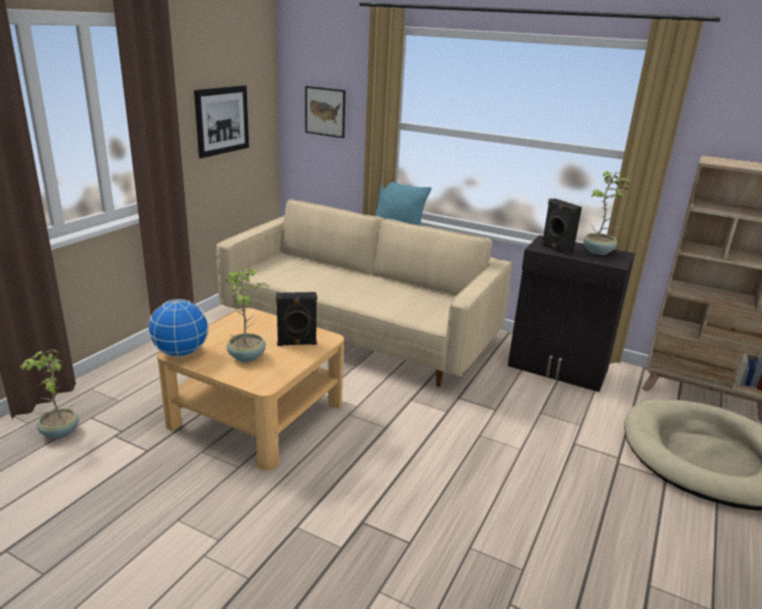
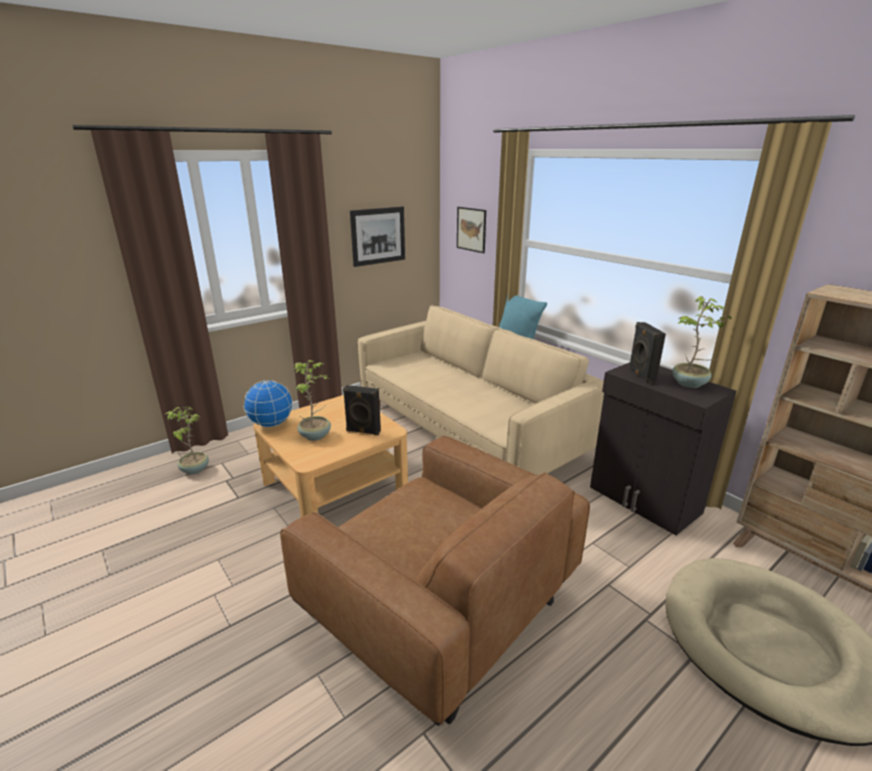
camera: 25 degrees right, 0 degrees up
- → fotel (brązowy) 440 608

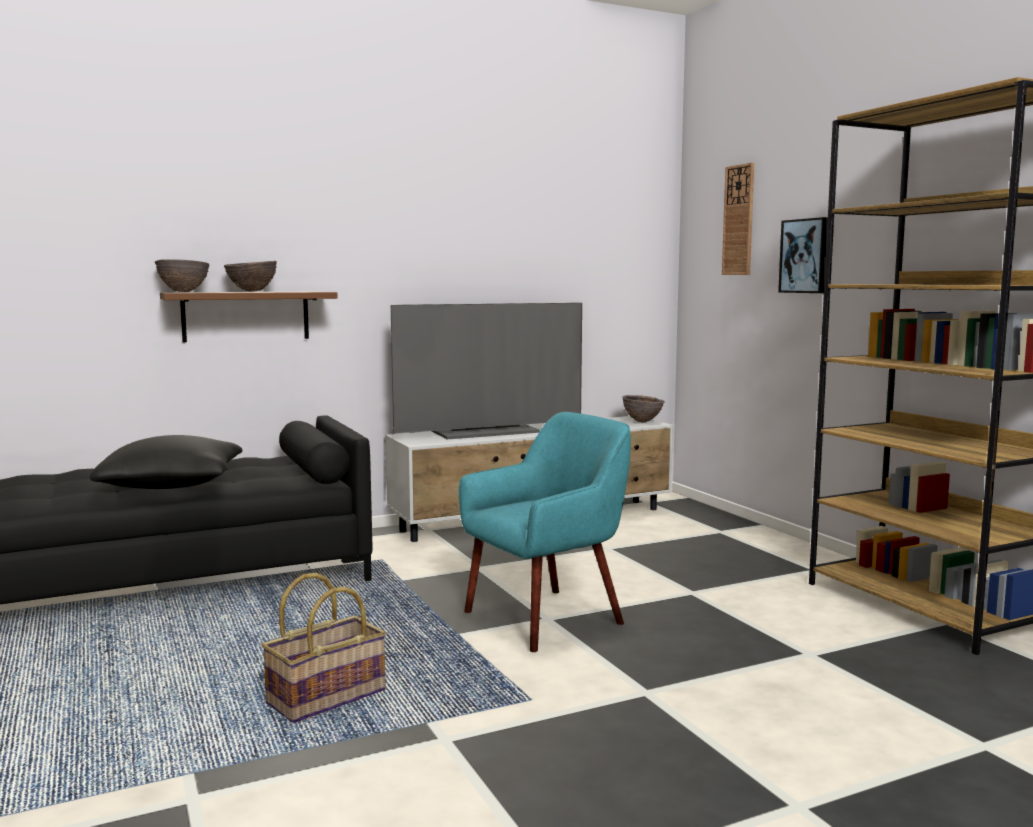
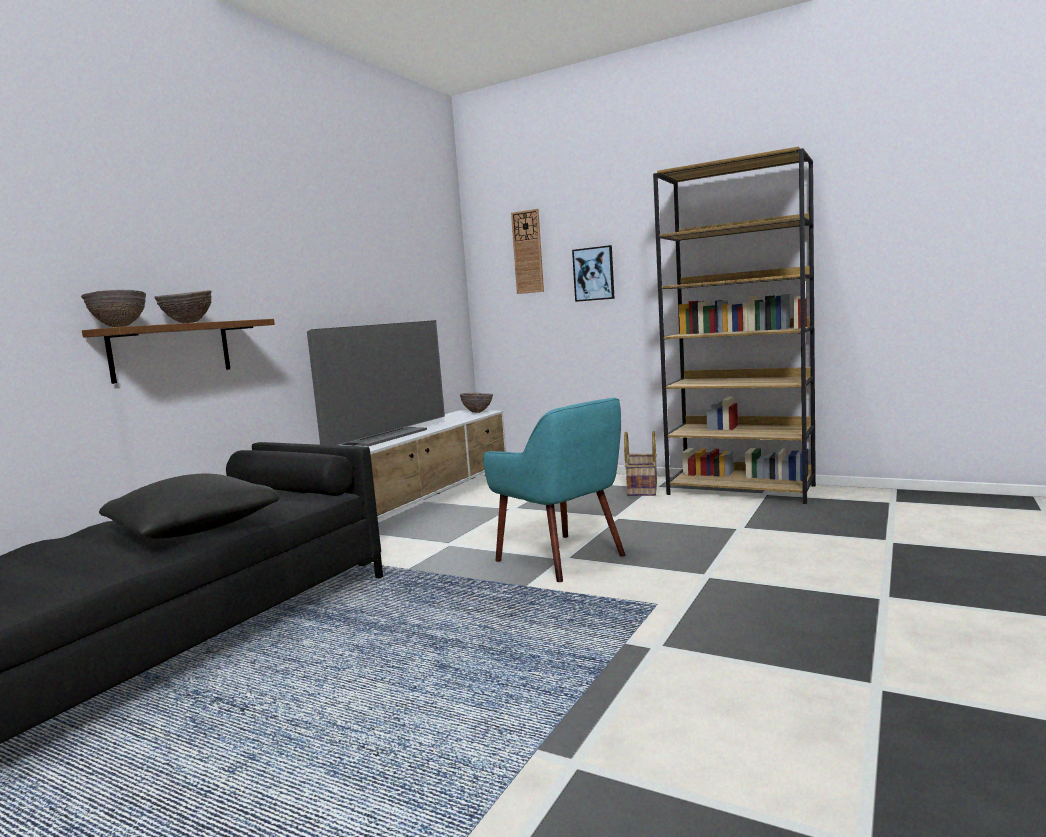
camera: 35 degrees left, 0 degrees up
koszyk 326 696 → koszyk 641 489, shifted
fotel (turkusowy) 546 617 → fotel (turkusowy) 562 558, 120 degrees clockwise

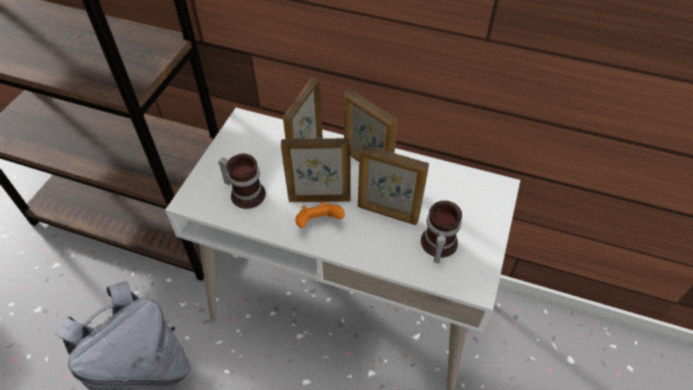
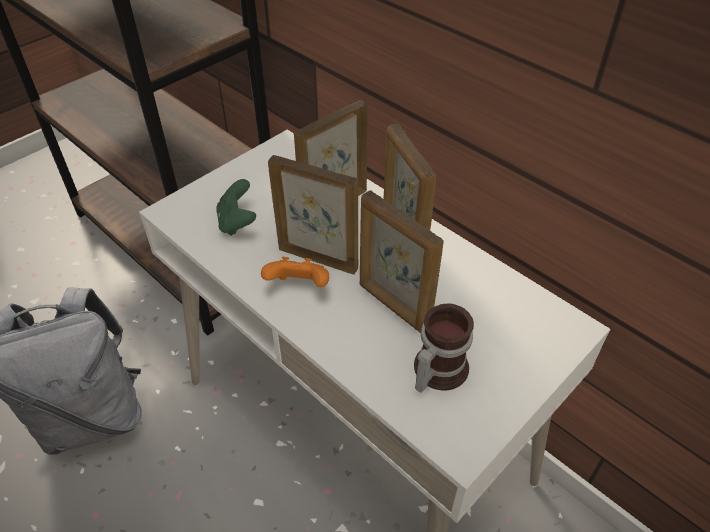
camera: 25 degrees right, 5 degrees down
kubek 246 192 → pad do gier (zielony) 237 222

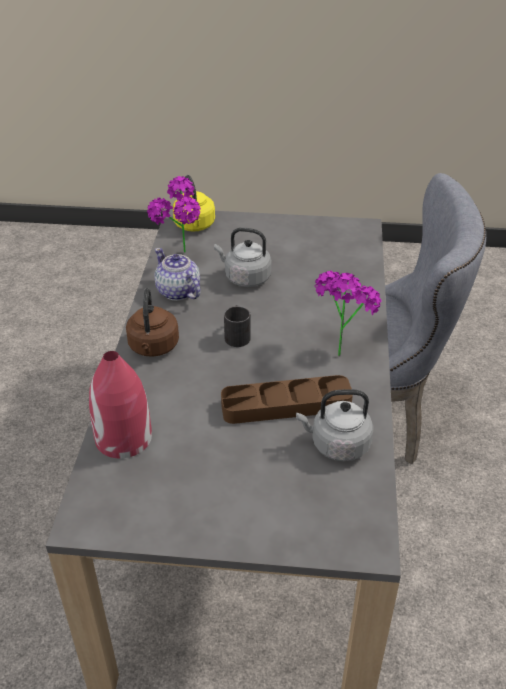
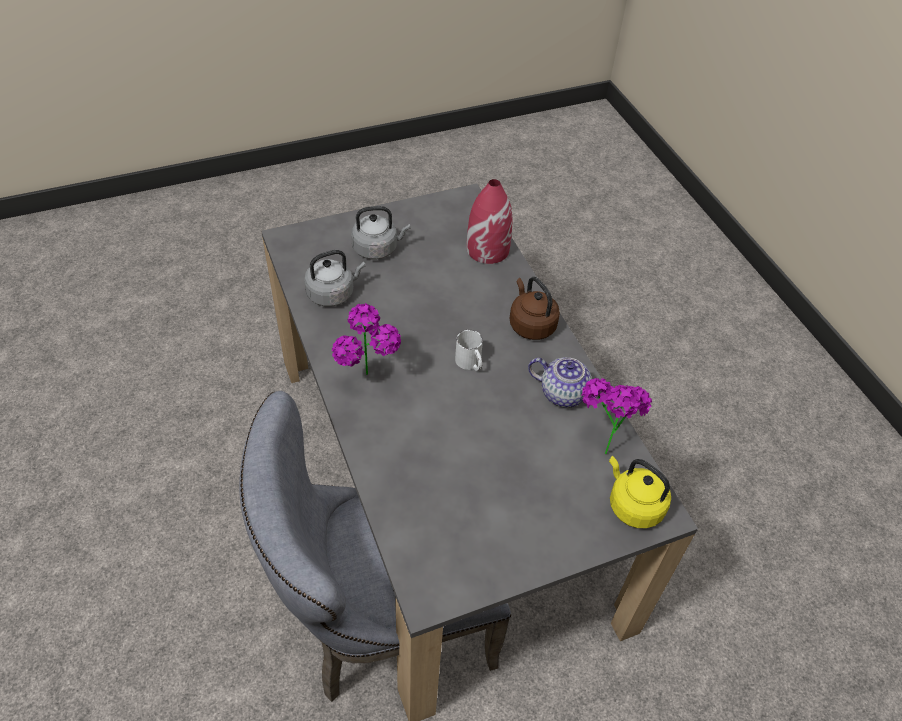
camera: 150 degrees right, 10 degrees up
czajnik (szary) 245 278 → czajnik (szary) 377 248, shifted
taca (brązowy) 286 405 → -
kubek (czarny) 237 335 → kubek (biały) 470 363

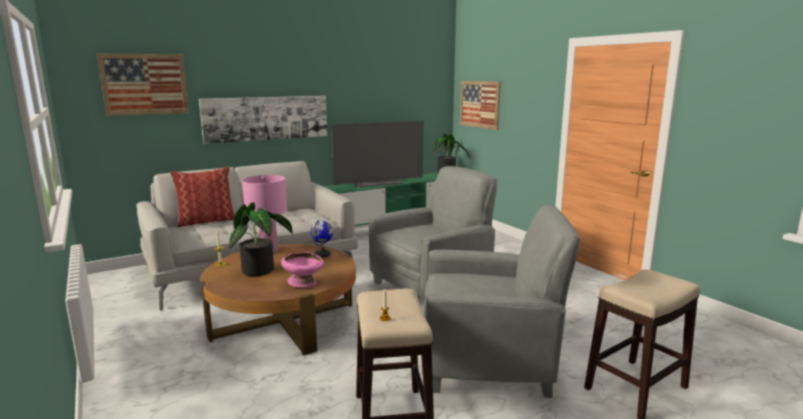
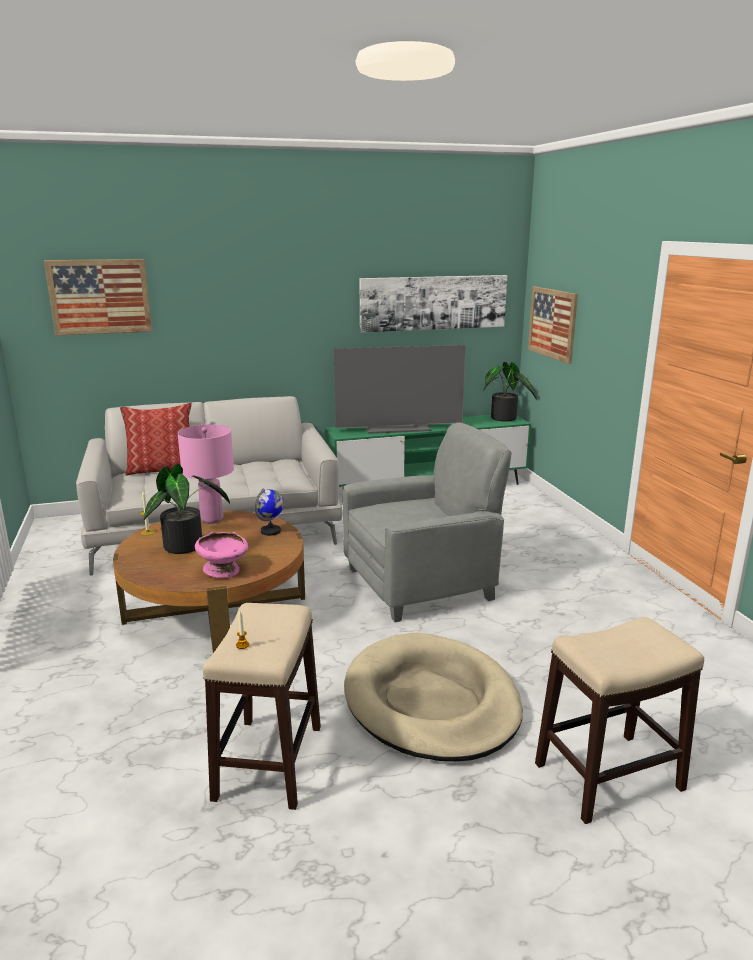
camera: 15 degrees right, 5 degrees up
obraz 267 118 → obraz 433 303, shifted
fotel (szary) 488 360 → legowisko (beżowy) 431 702

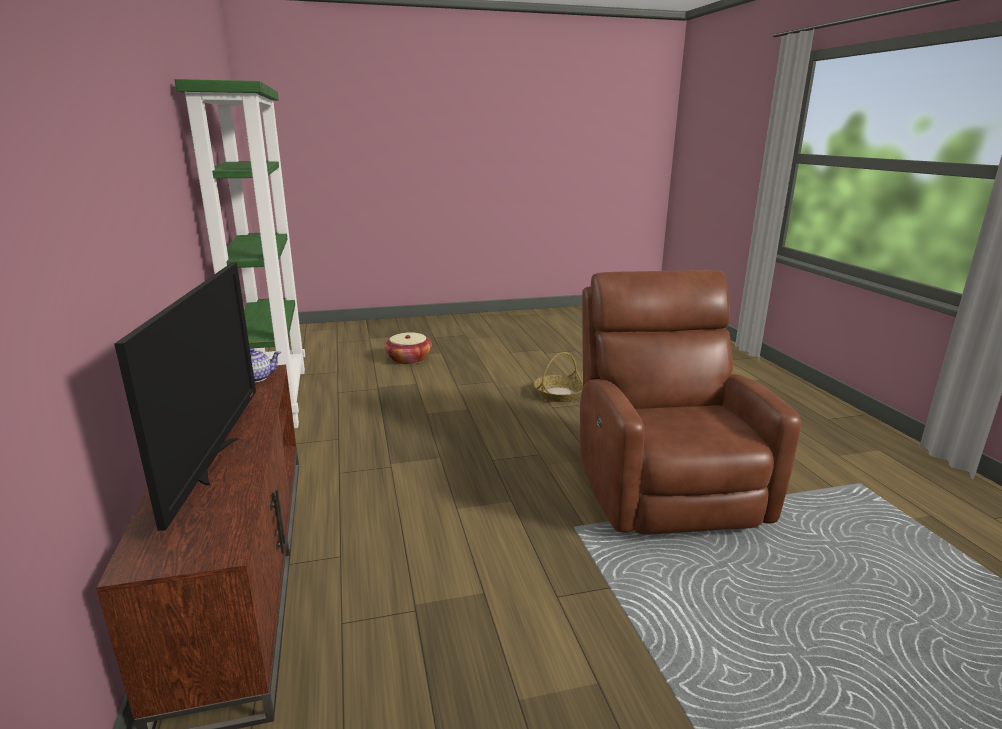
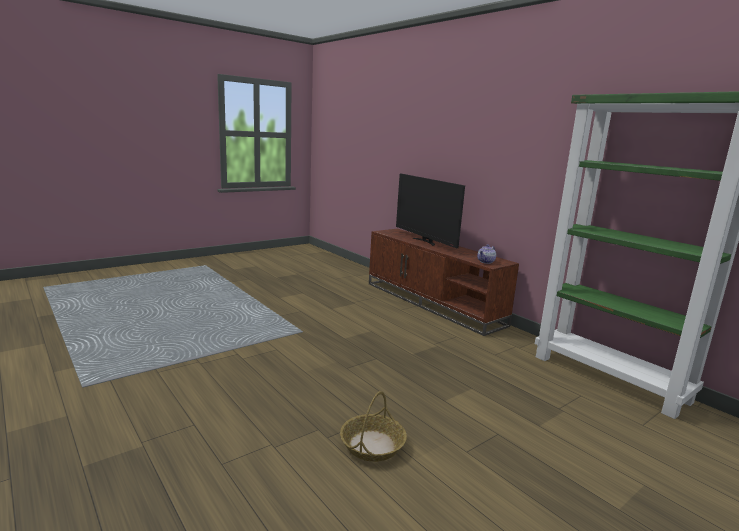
camera: 155 degrees right, 5 degrees down
koszyk 409 359 → -
fotel (brązowy) 664 487 → -

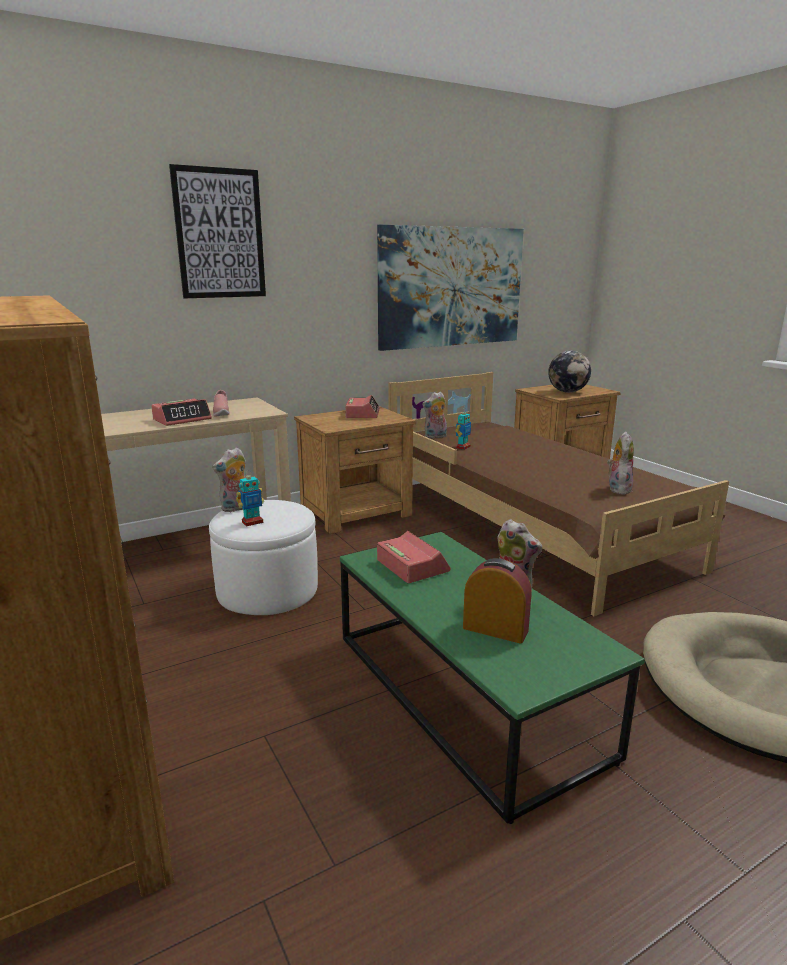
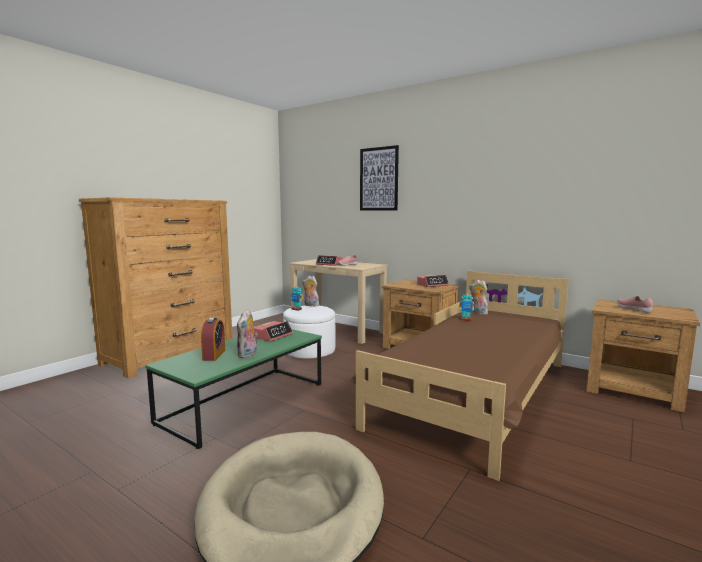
camera: 65 degrees right, 10 degrees down
obraz 451 287 → -
globus 567 392 → but (różowy) 633 309
pluszak 617 489 → -

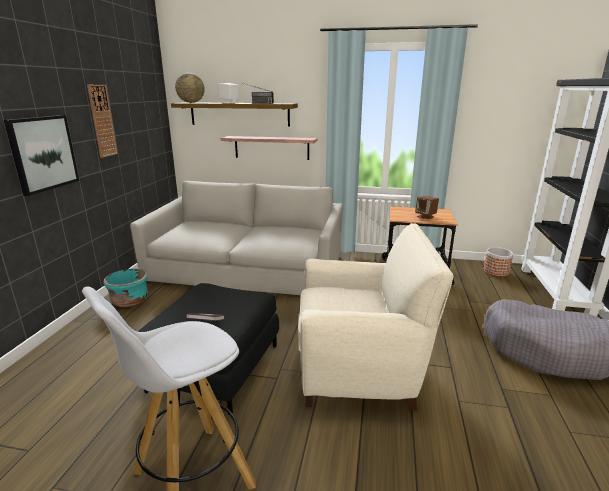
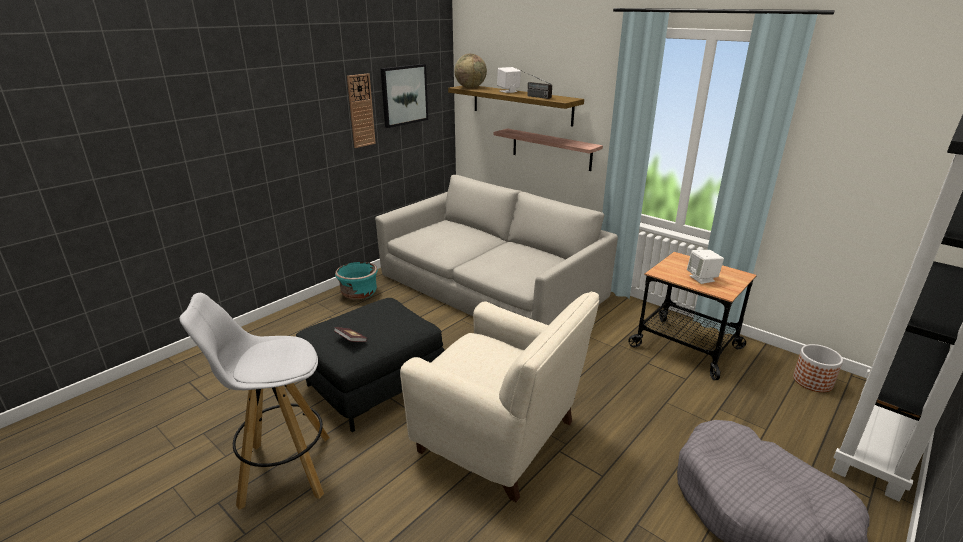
camera: 30 degrees right, 5 degrees up
obraz 43 153 → obraz 404 95, shifted
głośnik (brązowy) 426 216 → głośnik (biały) 702 278

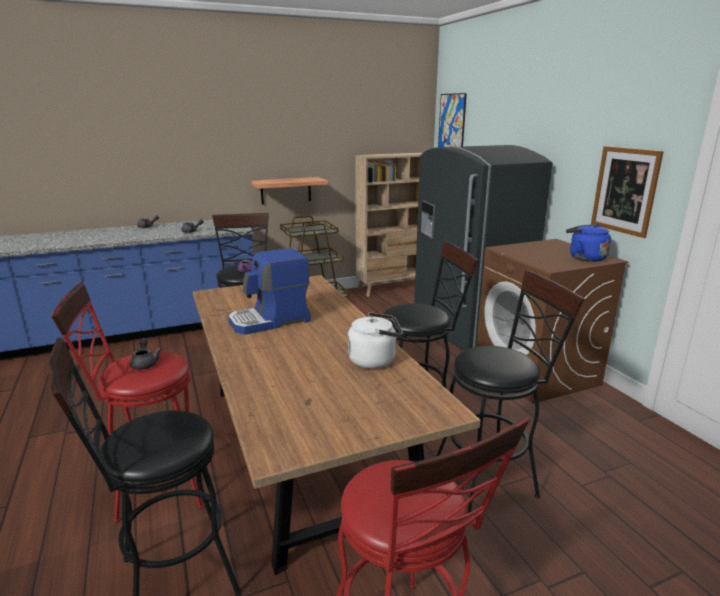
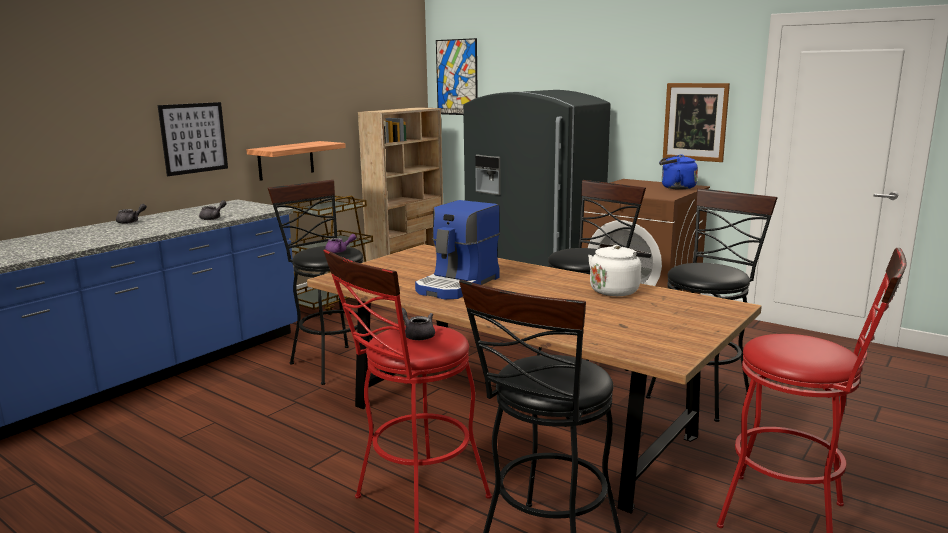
camera: 30 degrees left, 5 degrees down
- → obraz 194 138

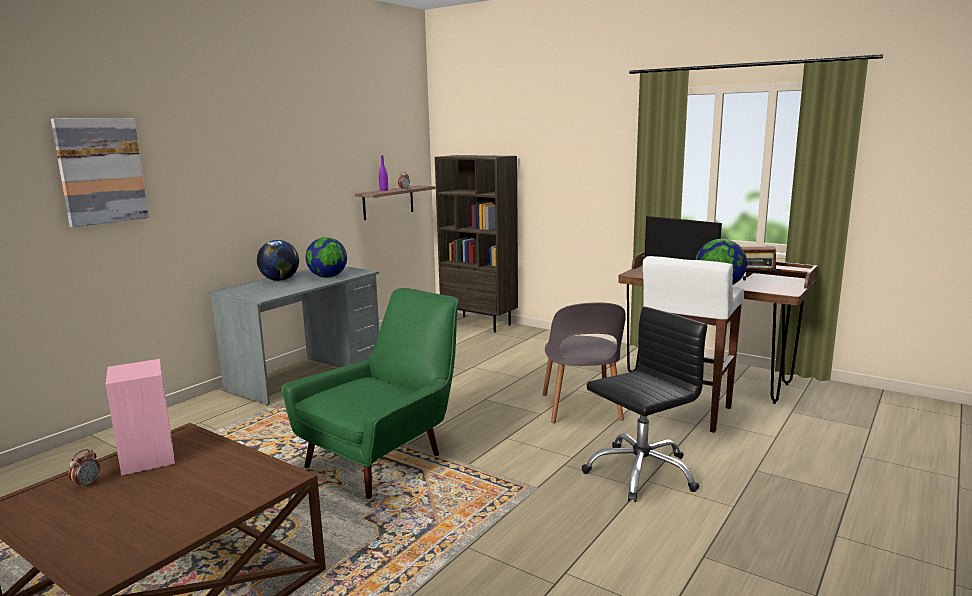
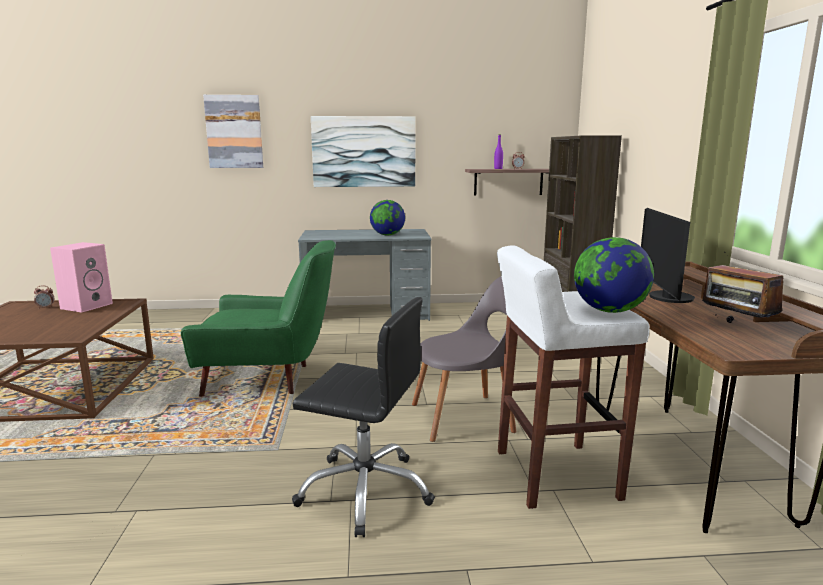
camera: 50 degrees right, 0 degrees up
globus 280 280 → -
krzesło (szary) 581 409 → krzesło (szary) 466 417, 150 degrees counterclockwise
- → obraz 364 152

